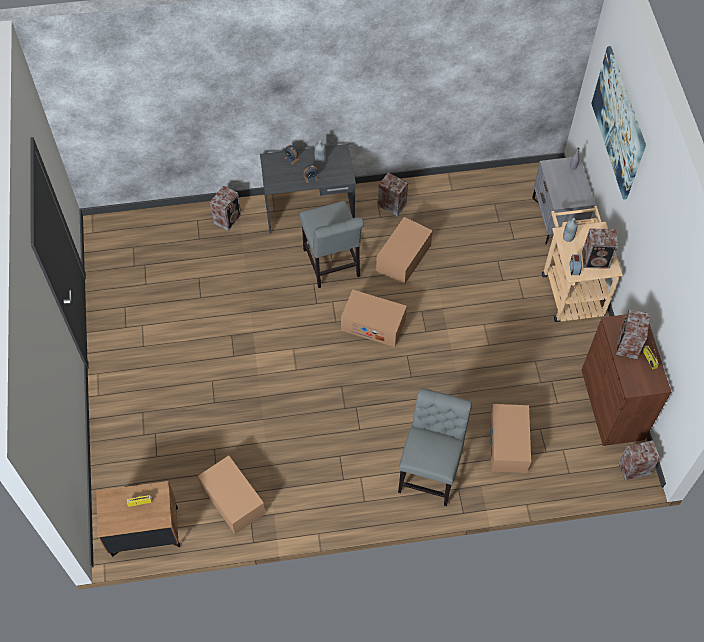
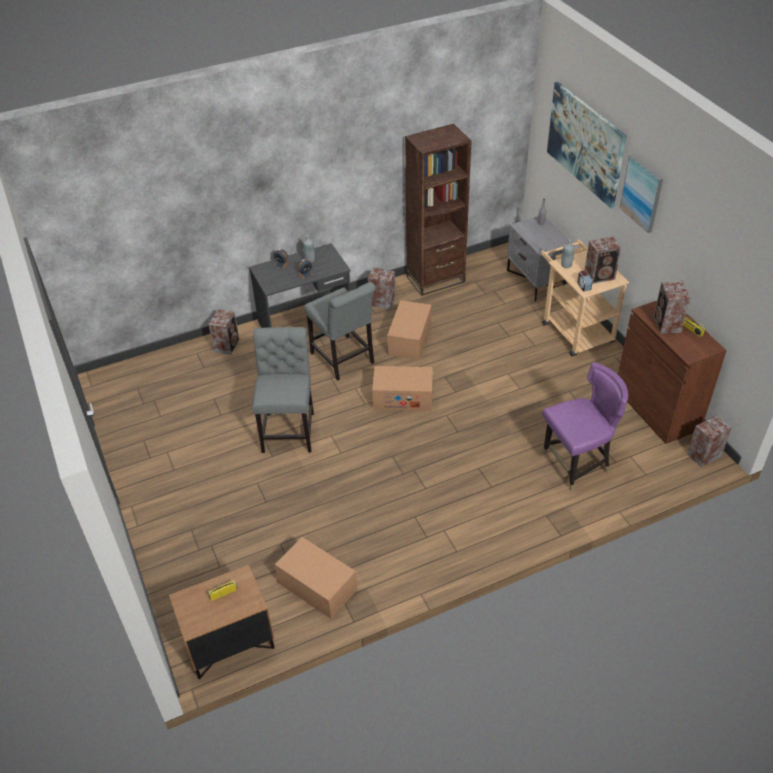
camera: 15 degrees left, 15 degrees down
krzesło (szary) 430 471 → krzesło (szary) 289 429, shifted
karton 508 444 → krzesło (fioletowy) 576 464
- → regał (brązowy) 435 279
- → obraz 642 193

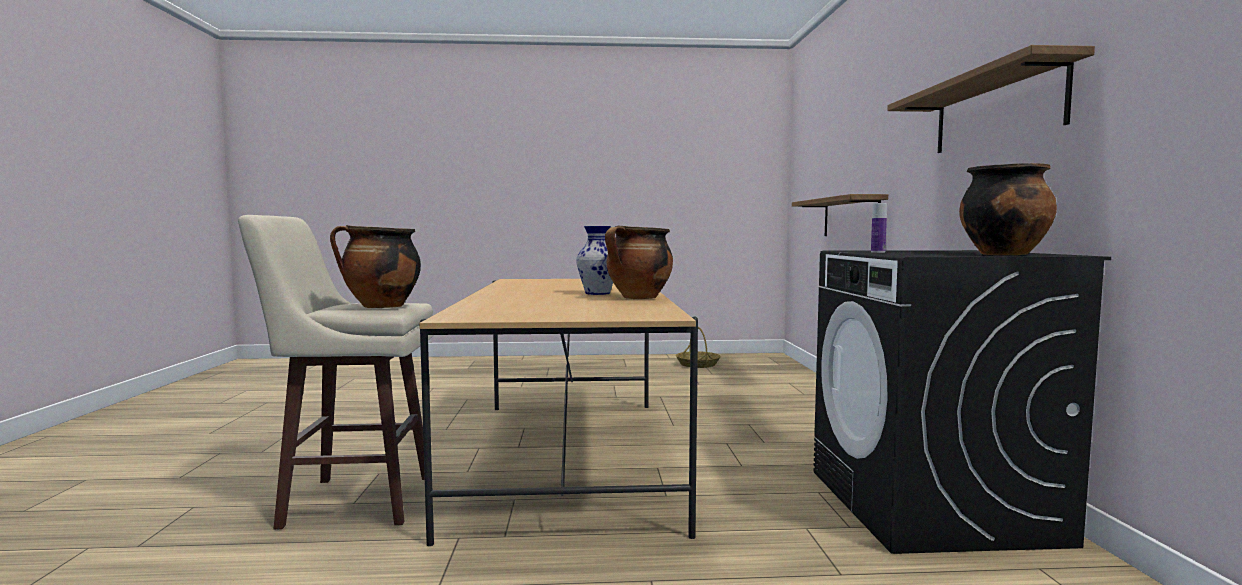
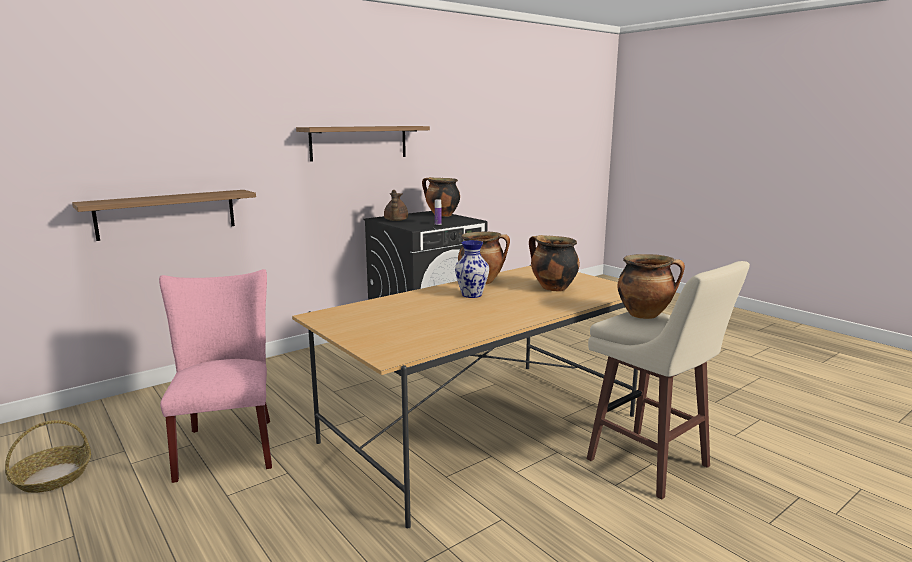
camera: 125 degrees left, 10 degrees up
- → krzesło (różowy) 228 444
- → imbryk (brązowy) 395 220
- → garnek 552 288

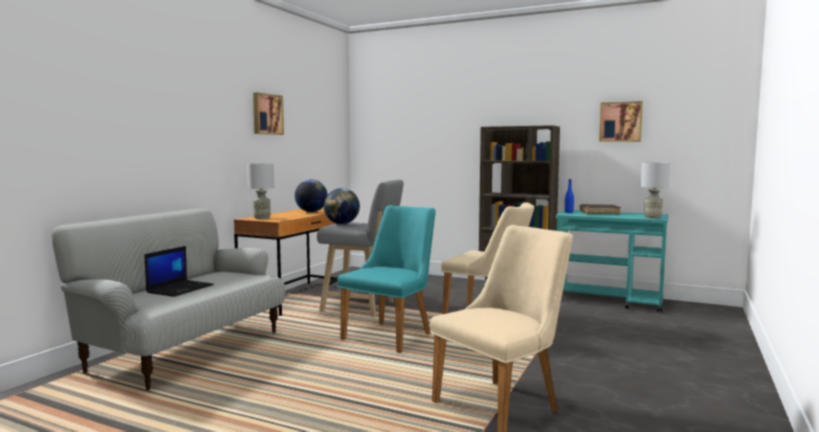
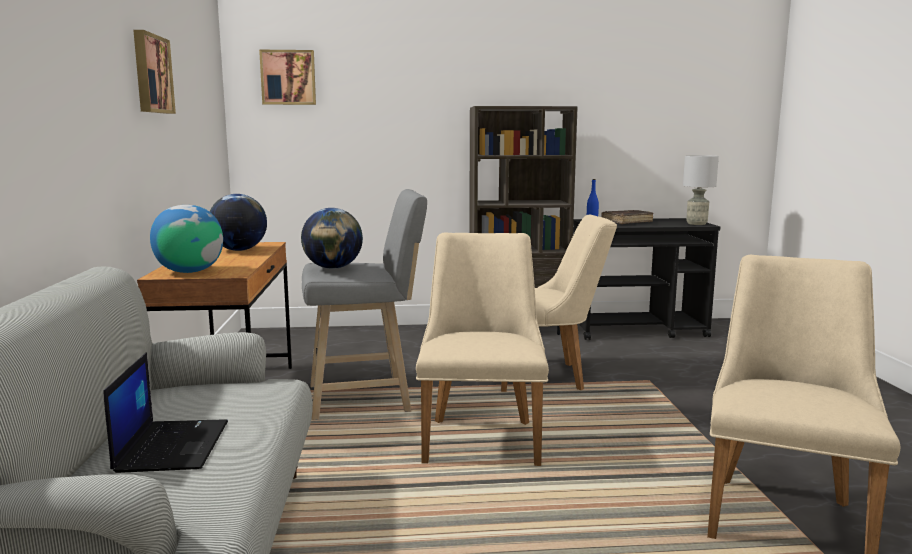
camera: 30 degrees left, 5 degrees up
lampa stołowa (szary) 262 218 → globus 189 272
krzesło (turkusowy) 393 335 → krzesło (beżowy) 482 436
wózek (turkusowy) 609 300 → wózek (czarny) 638 330
obraz 620 122 → obraz 288 77, shifted

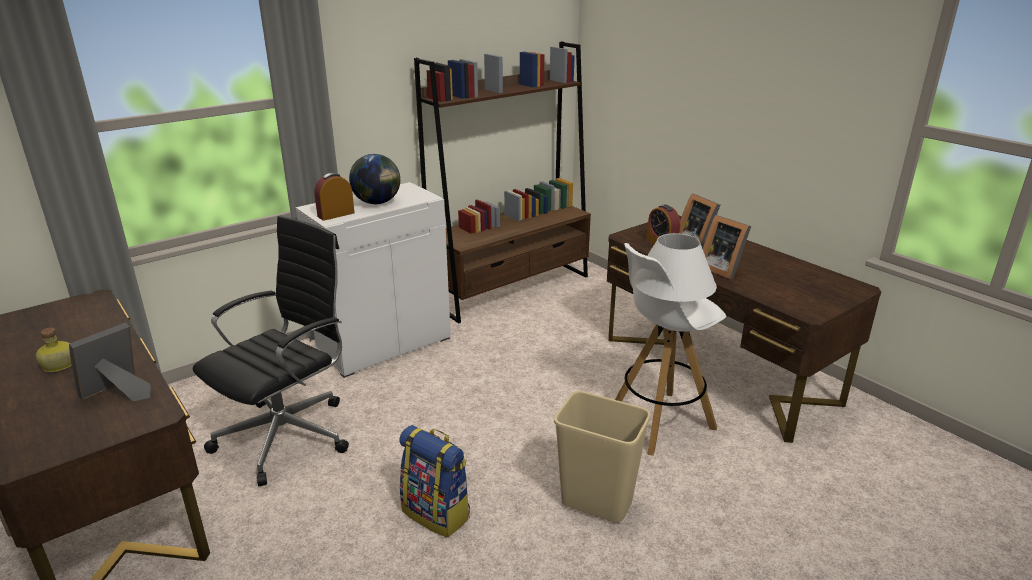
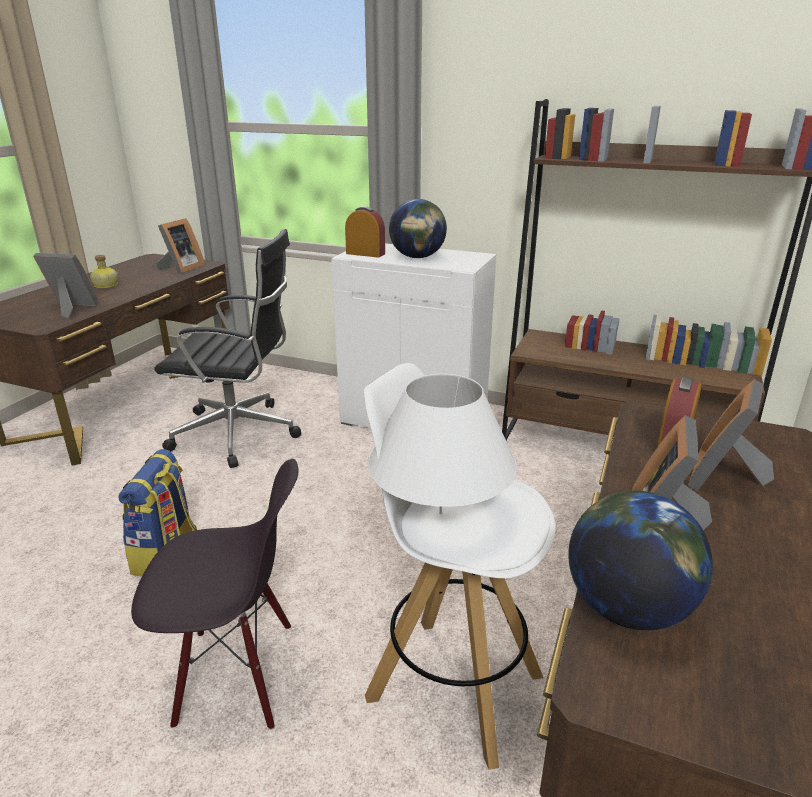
camera: 60 degrees right, 0 degrees up
kosz na śmieci (beżowy) 597 502 → krzesło (czarny) 236 675
- → ramka na zdjęcie 181 269
- → globus 627 608

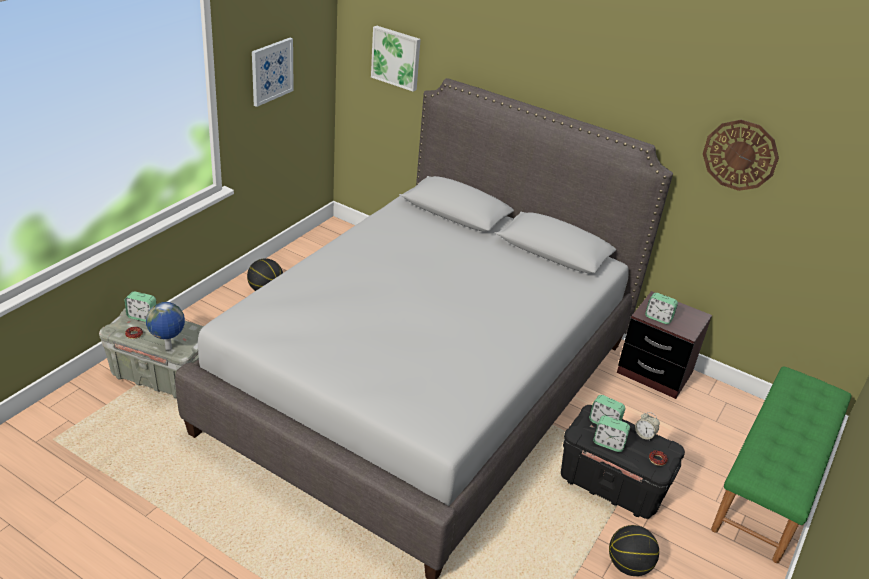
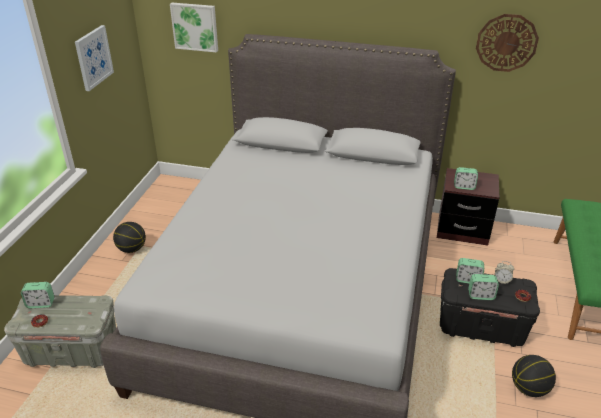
camera: 15 degrees left, 0 degrees up
globus 169 349 → -

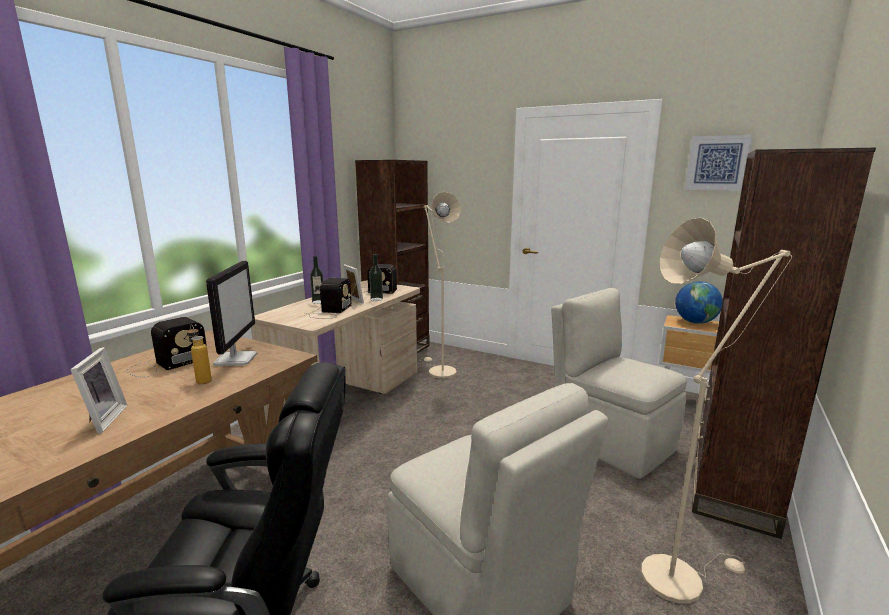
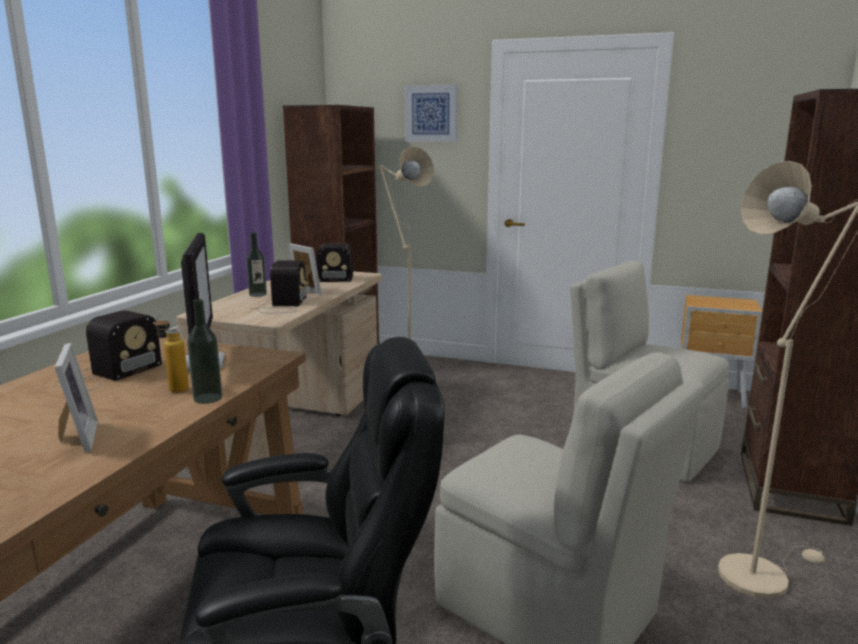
camera: 10 degrees left, 0 degrees up
butelka 376 299 → butelka 208 398, shifted
globus 695 322 → -
obraz 717 163 → obraz 431 113, shifted

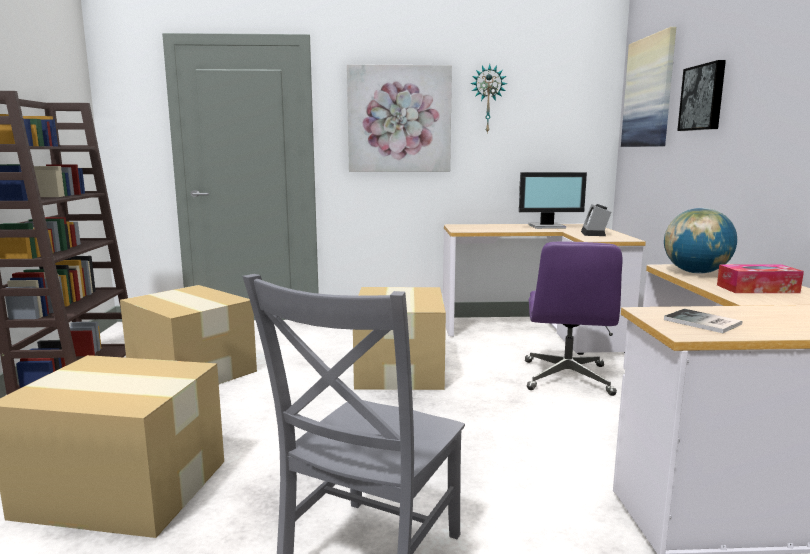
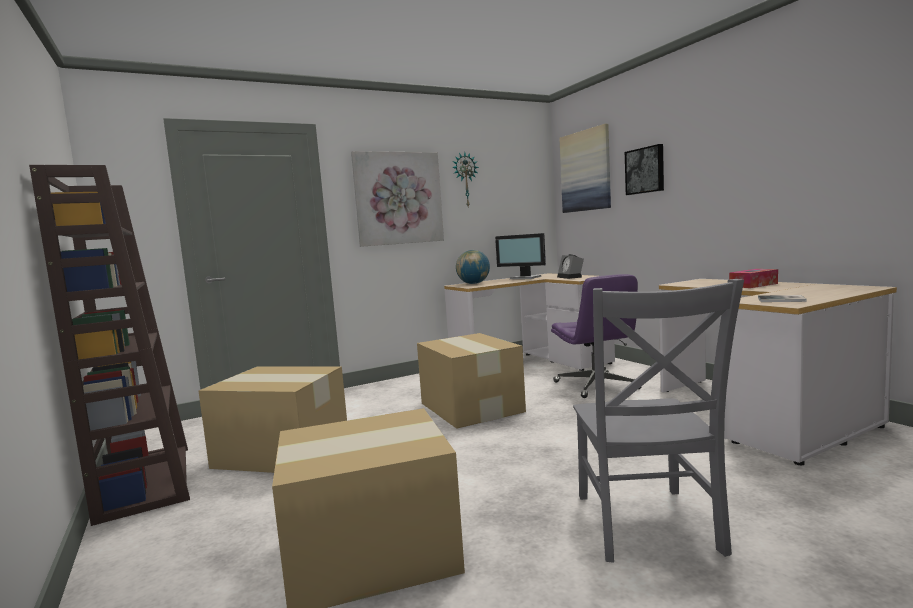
camera: 25 degrees left, 5 degrees down
monitor 548 226 → monitor 525 278, 60 degrees clockwise
globus 696 272 → globus 473 284, shifted

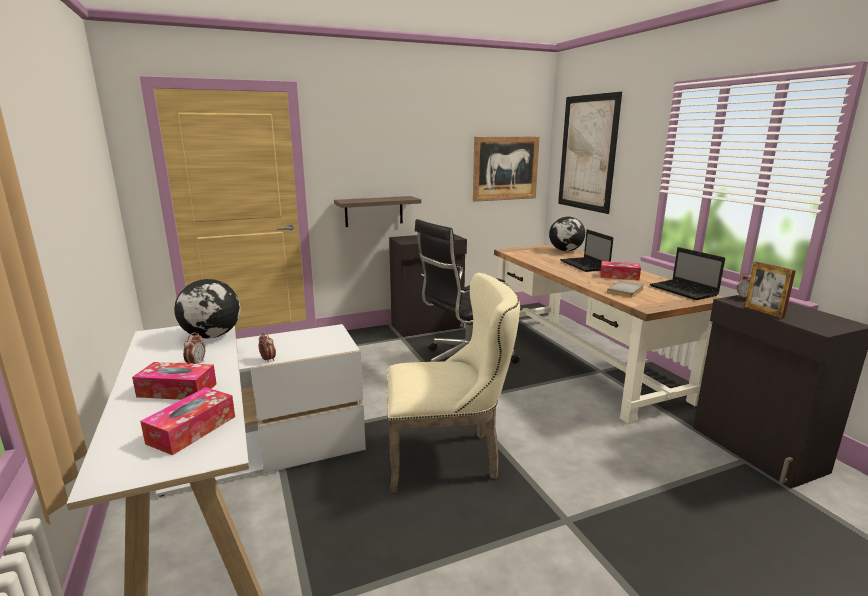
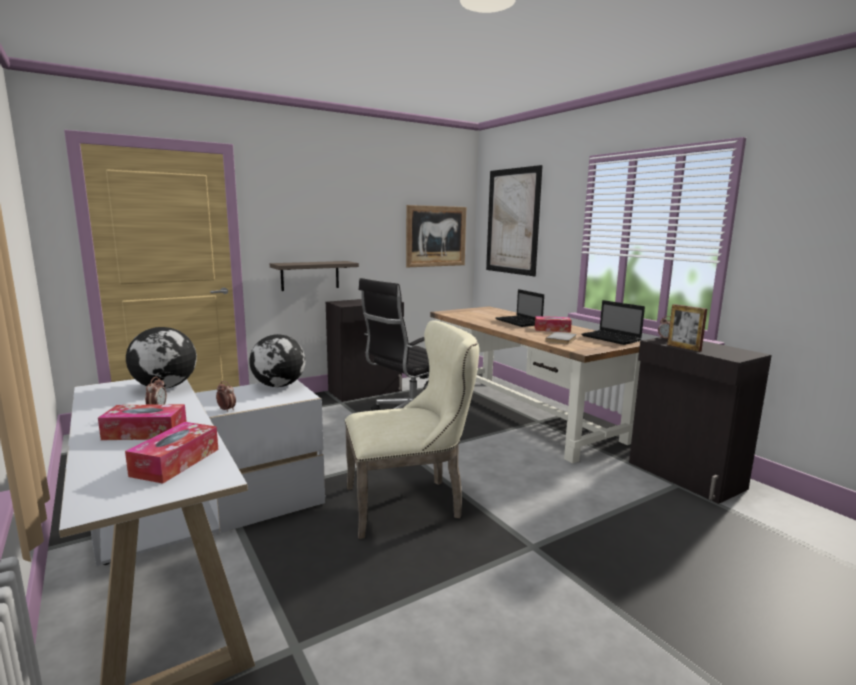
camera: 10 degrees left, 5 degrees down
globus 566 251 → globus 279 386, shifted

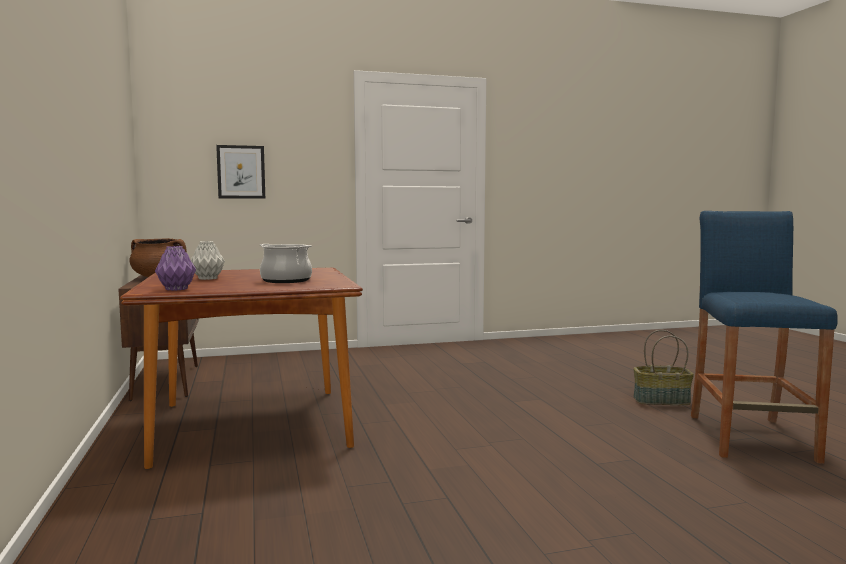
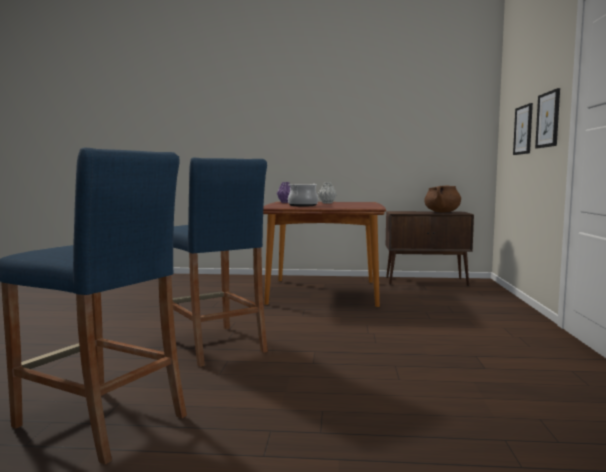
camera: 110 degrees right, 0 degrees up
koszyk 661 401 → -
- → stołek (niebieski) 214 345
- → obraz 548 119

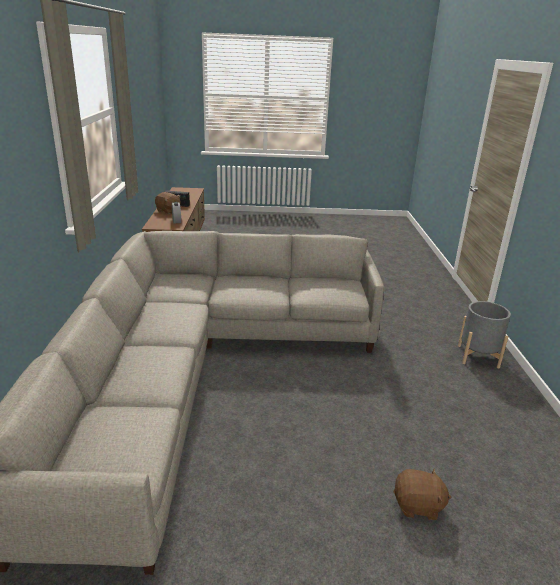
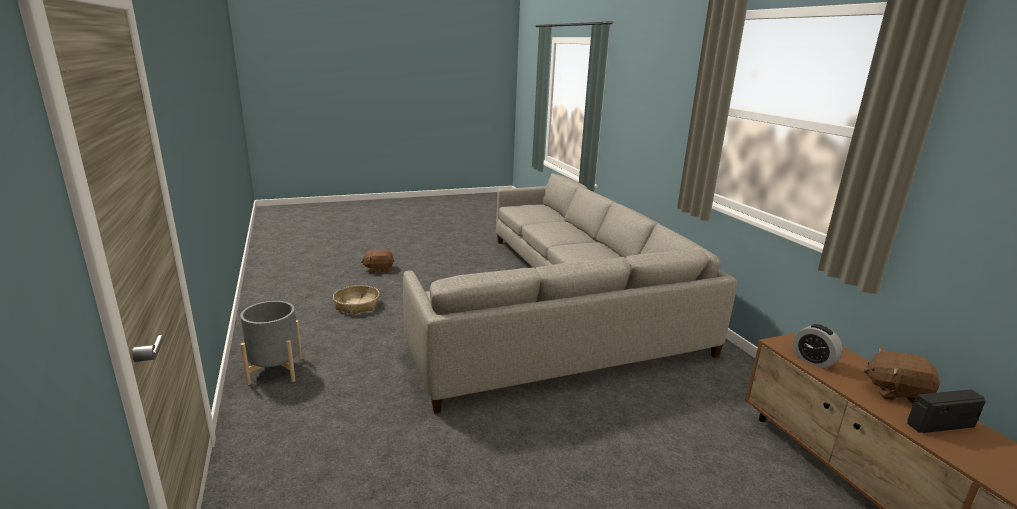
camera: 160 degrees right, 5 degrees down
- → koszyk 357 305

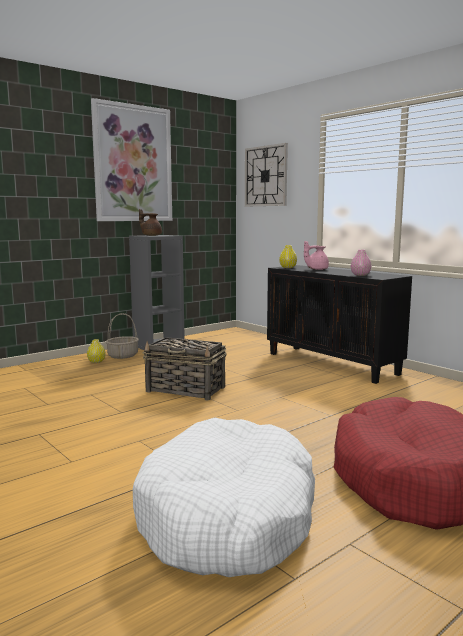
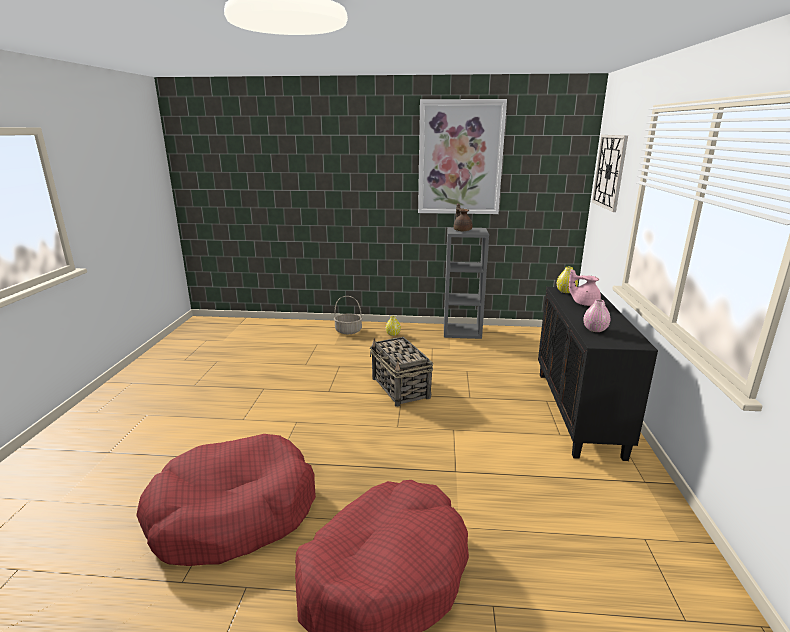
camera: 45 degrees right, 10 degrees up
koszyk 122 356 → koszyk 348 331, shifted
legowisko (biały) 228 516 → legowisko (czerwony) 233 513

